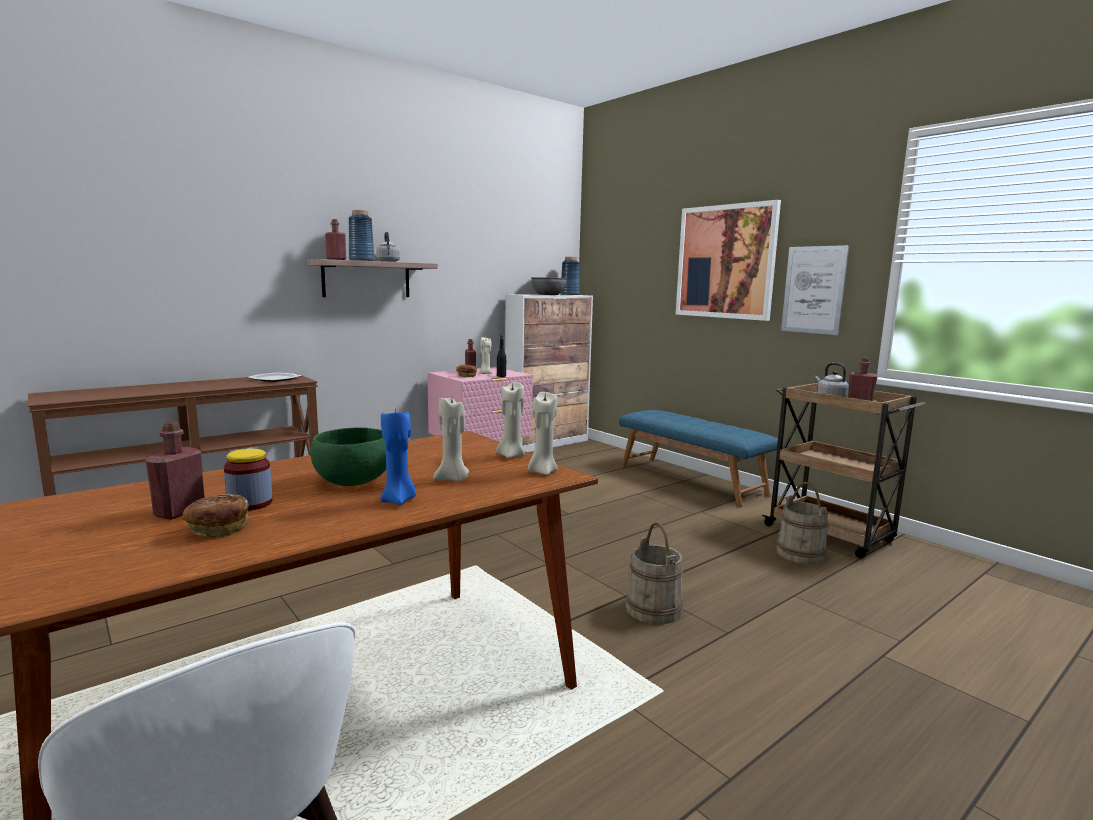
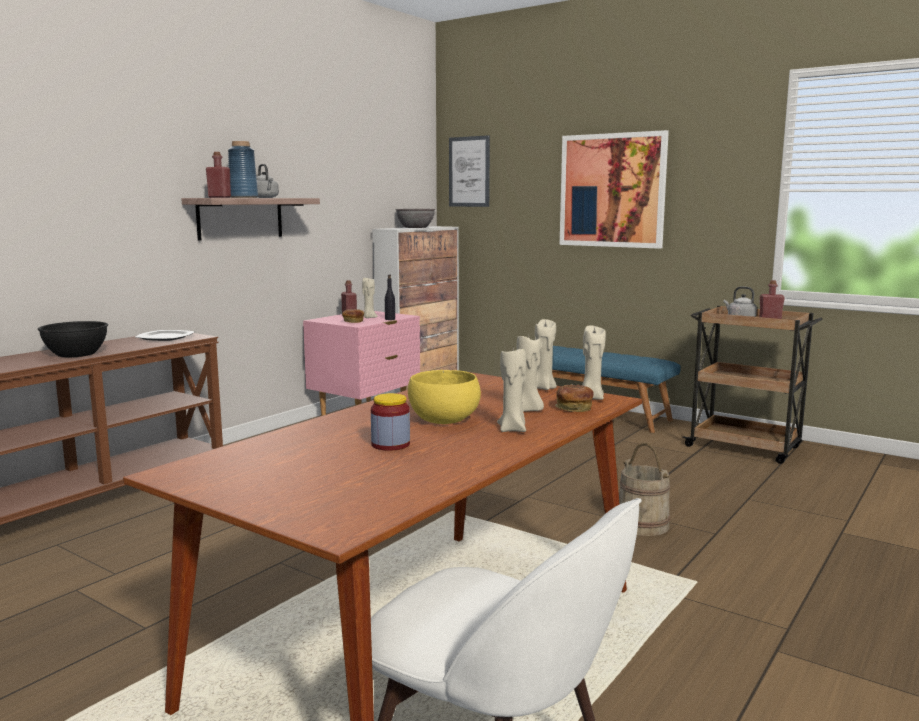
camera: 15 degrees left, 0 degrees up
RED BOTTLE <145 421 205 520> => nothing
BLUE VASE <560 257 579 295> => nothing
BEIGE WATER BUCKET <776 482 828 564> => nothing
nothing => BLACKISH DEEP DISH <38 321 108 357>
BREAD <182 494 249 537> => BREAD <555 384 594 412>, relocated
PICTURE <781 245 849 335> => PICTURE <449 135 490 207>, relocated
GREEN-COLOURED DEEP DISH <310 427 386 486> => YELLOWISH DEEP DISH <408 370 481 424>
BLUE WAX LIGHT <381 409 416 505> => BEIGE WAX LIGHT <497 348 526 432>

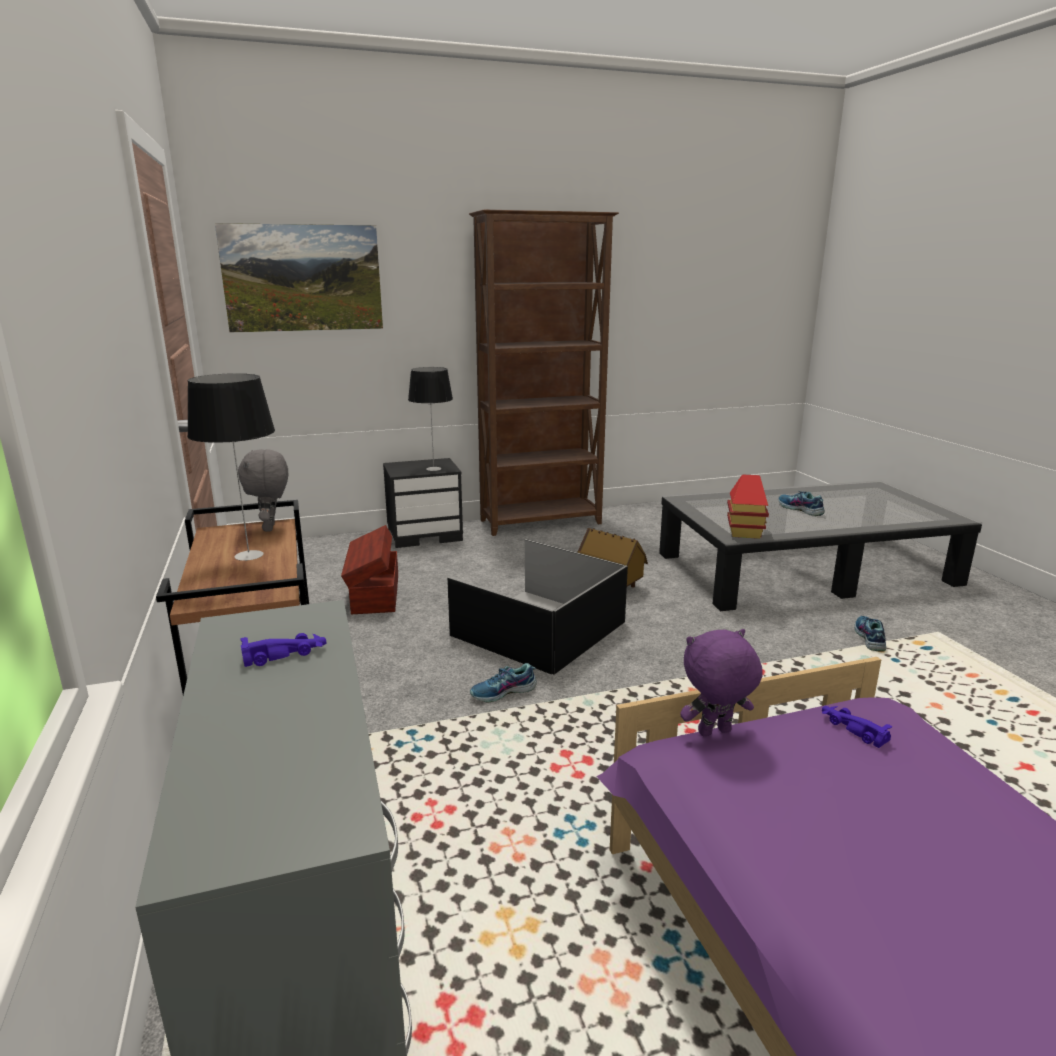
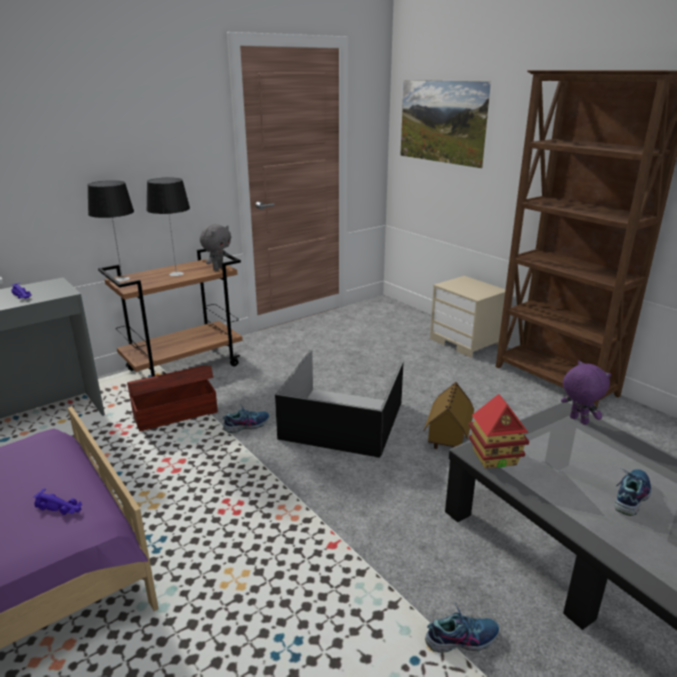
camera: 70 degrees right, 5 degrees up
BROWNISH STORAGE CONTAINER <341 525 398 614> => BROWNISH STORAGE CONTAINER <127 366 218 431>, relocated
TABLETOP LAMP <408 367 453 471> => TABLETOP LAMP <87 180 134 282>, relocated
PURPLE SOFT TOY <680 629 763 736> => PURPLE SOFT TOY <561 360 611 425>, relocated
BLACKISH NIGHTSTAND <383 458 463 548> => BEIGE NIGHTSTAND <430 276 506 358>
GRAY SOFT TOY <238 449 288 532> => GRAY SOFT TOY <200 224 231 271>, 150 degrees clockwise
SHOE <470 663 537 703> => SHOE <223 404 269 433>, 105 degrees clockwise
PURPLE MODEL CAR <822 706 892 748> => PURPLE MODEL CAR <33 488 82 515>, 75 degrees clockwise

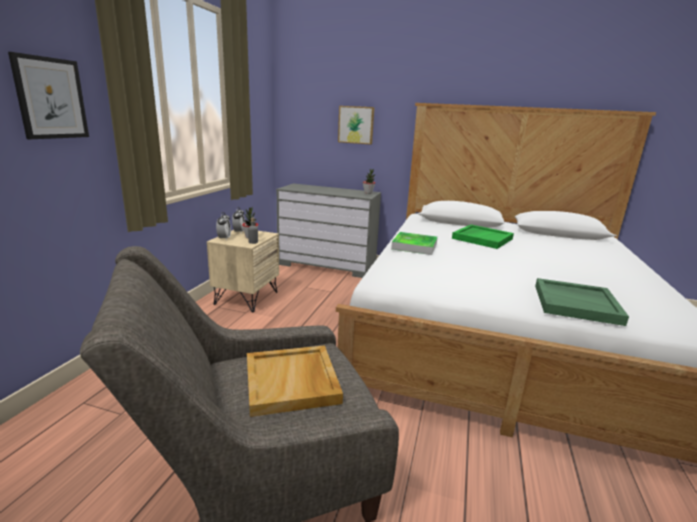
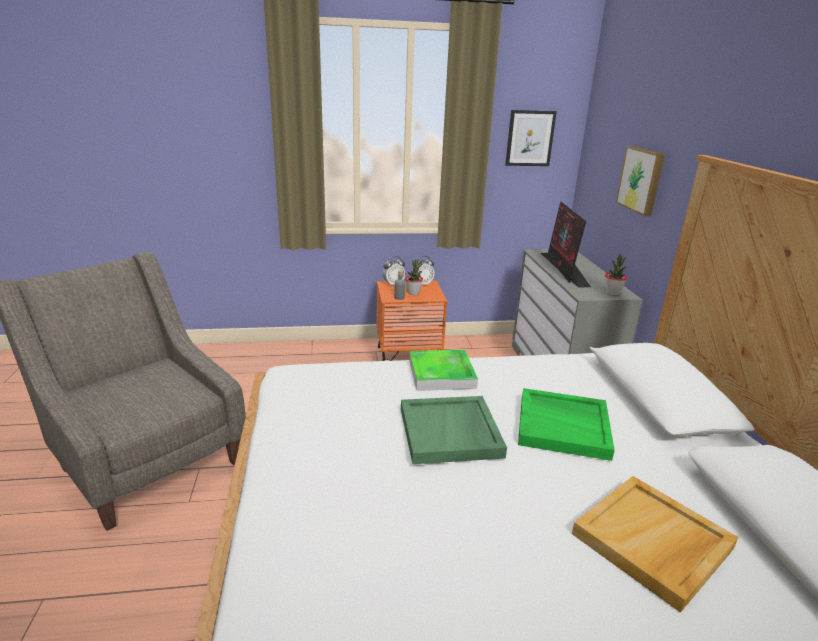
camera: 65 degrees right, 5 degrees up
nothing => COMPUTER SCREEN <541 201 591 287>
PICTURE <8 52 89 139> => PICTURE <505 110 557 166>, relocated
BEIGE SERVING TRAY <247 345 343 417> => BEIGE SERVING TRAY <572 476 738 613>, relocated
GREEN-COLOURED SERVING TRAY <535 278 629 326> => GREEN-COLOURED SERVING TRAY <401 396 507 464>, relocated
BEIGE NIGHTSTAND <207 230 279 312> => ORANGE NIGHTSTAND <376 280 447 361>

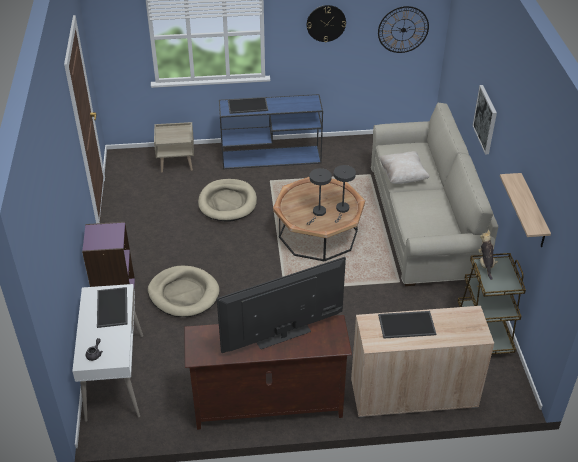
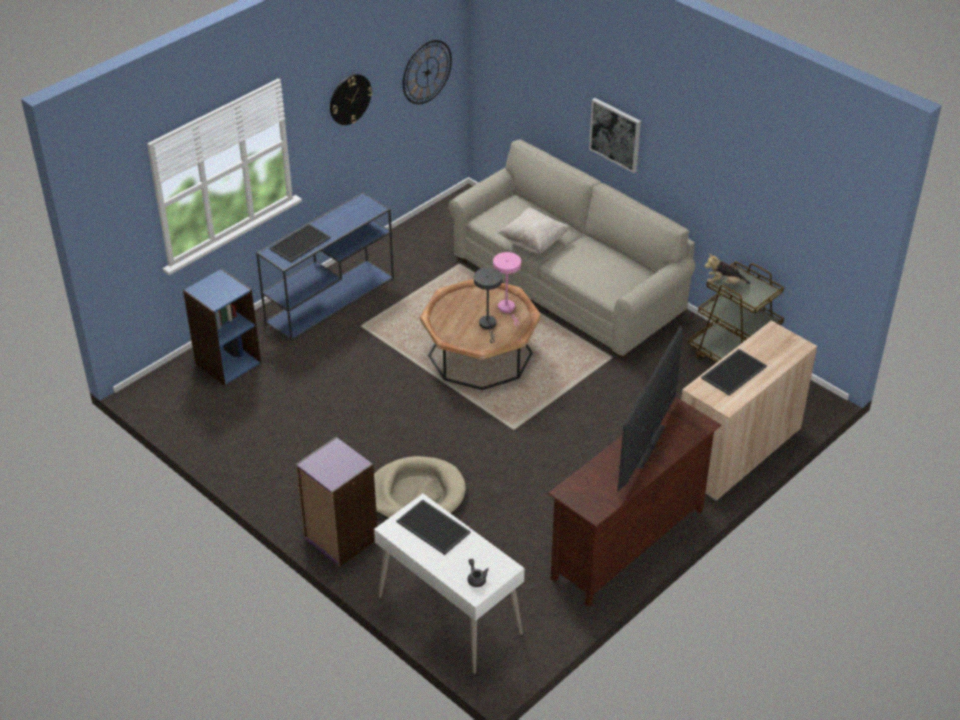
camera: 40 degrees left, 0 degrees up
BEIGE DOG CUSHION <198 179 257 222> => nothing
SHELF <500 173 551 247> => nothing
BEIGE NIGHTSTAND <154 122 194 173> => BLUE SHELVING UNIT <183 268 261 386>
GRAY TABLETOP LAMP <334 165 356 223> => PINK-COLOURED TABLETOP LAMP <493 252 521 326>
SOFT TOY <478 230 498 280> => SOFT TOY <705 253 750 284>, 45 degrees counterclockwise

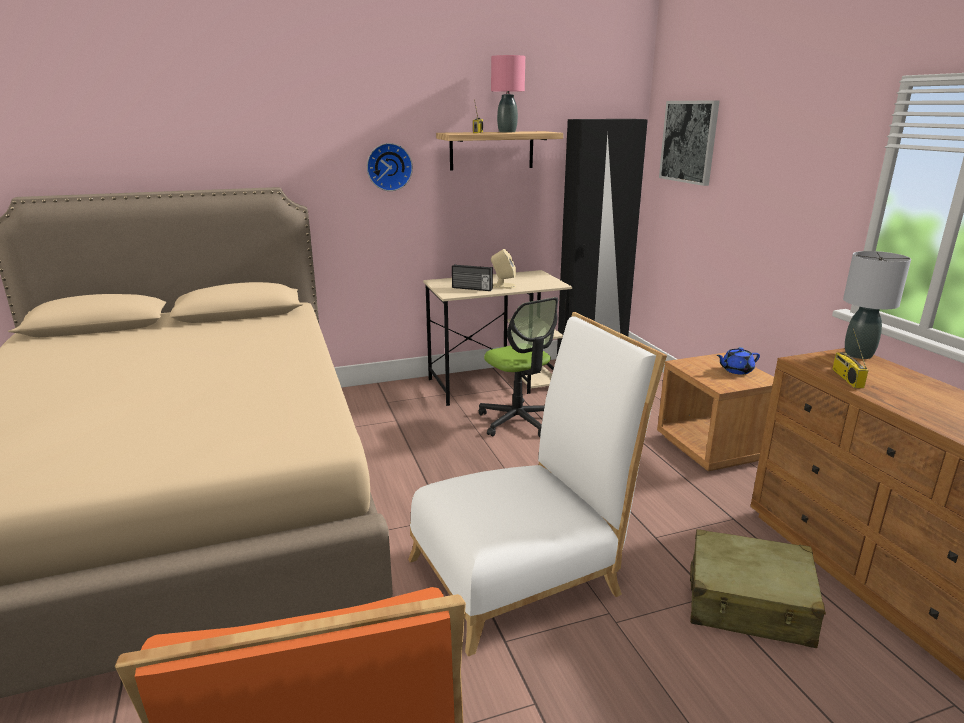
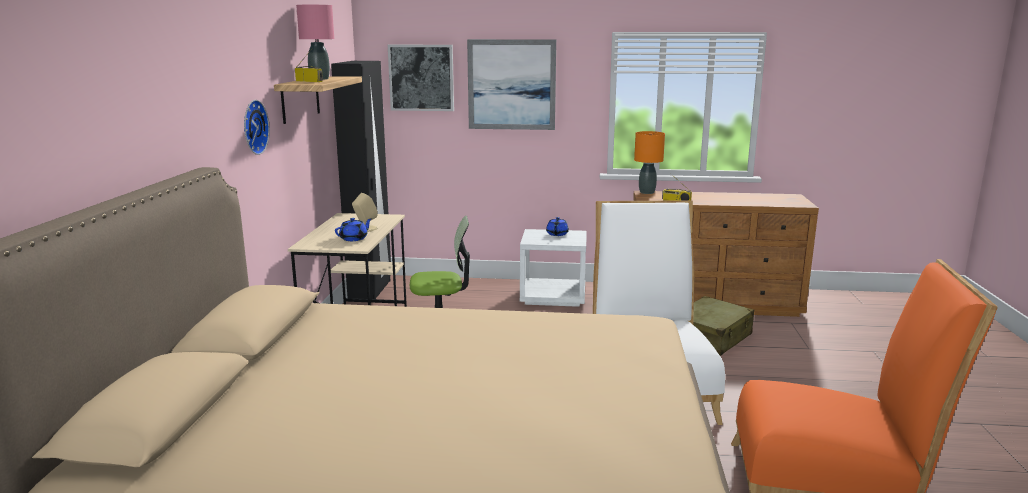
camera: 65 degrees left, 5 degrees down
nothing => PICTURE <467 39 556 130>
RADIO SET <452 264 493 291> => BLUE POT FOR TEA <335 218 372 241>
BROWNISH NIGHTSTAND <657 353 774 471> => WHITE-COLOURED NIGHTSTAND <520 229 587 307>
GRAY TABLETOP LAMP <843 251 911 359> => ORANGE TABLETOP LAMP <634 131 665 194>

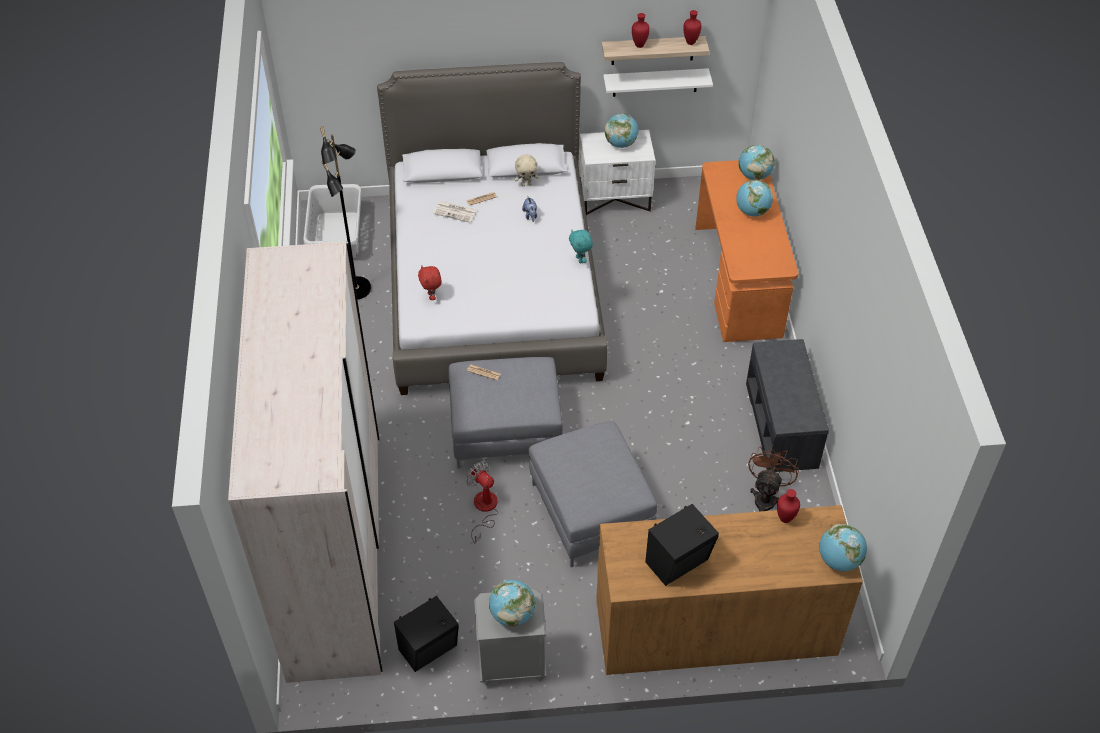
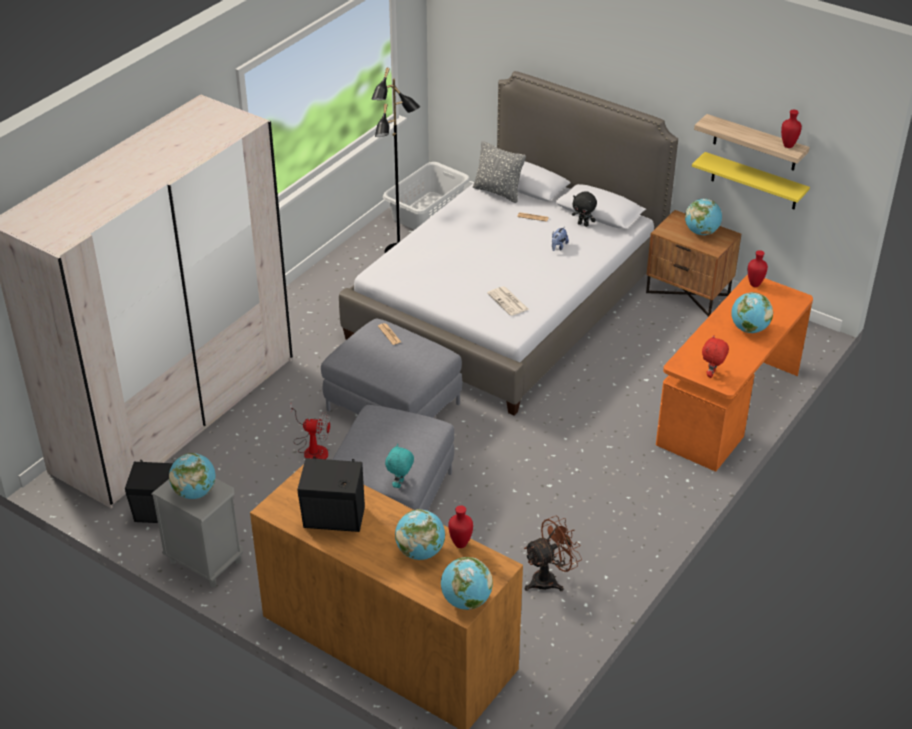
camera: 40 degrees right, 10 degrees down
GRAY BENCH <746 339 829 472> => nothing
nothing => GRAY PILLOW <473 141 526 203>
RED SOFT TOY <418 265 442 300> => RED SOFT TOY <702 335 729 378>, relocated
DAILY PAPER <433 201 477 223> => DAILY PAPER <487 286 529 316>, relocated
TURQUOISE SOFT TOY <569 230 593 263> => TURQUOISE SOFT TOY <385 444 414 488>, relocated
RED VASE <632 13 650 48> => RED VASE <748 250 768 287>, relocated
DESK GLOBE <738 145 775 180> => DESK GLOBE <395 509 445 560>, relocated
BEIGE SOFT TOY <514 154 539 186> => BLACKISH SOFT TOY <572 191 597 227>
WHITE-COLOURED NIGHTSTAND <579 130 655 215> => BROWNISH NIGHTSTAND <646 210 741 317>
WHITE-COLOURED SHELF <603 68 713 97> => YELLOWISH SHELF <692 152 810 209>
ELECTRIC FAN <466 461 498 543> => ELECTRIC FAN <290 403 331 459>, 105 degrees clockwise

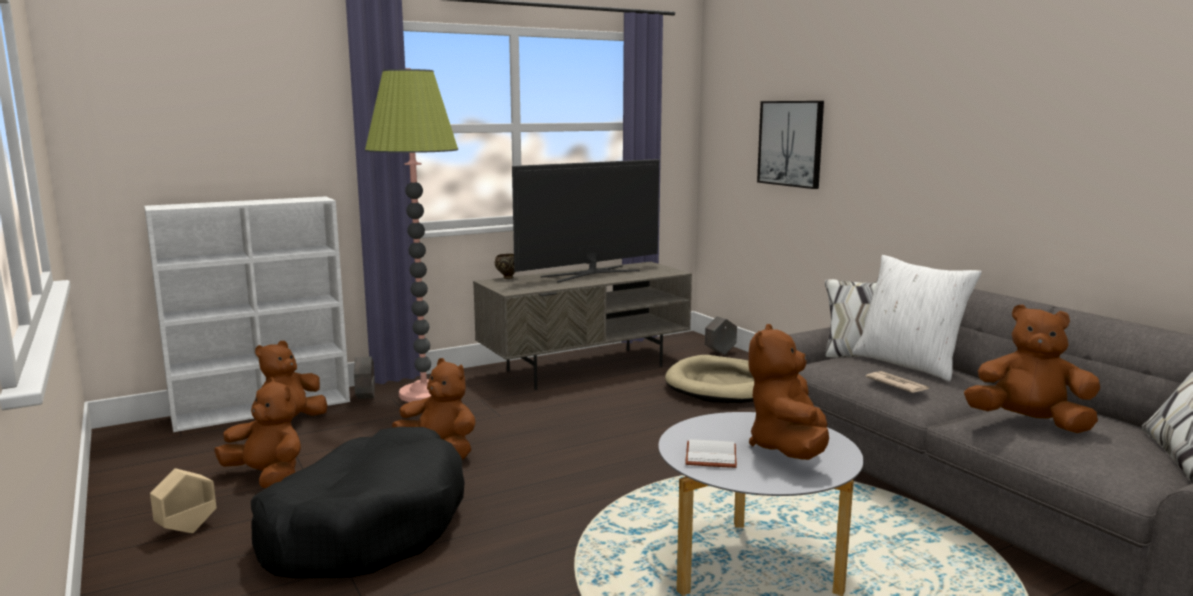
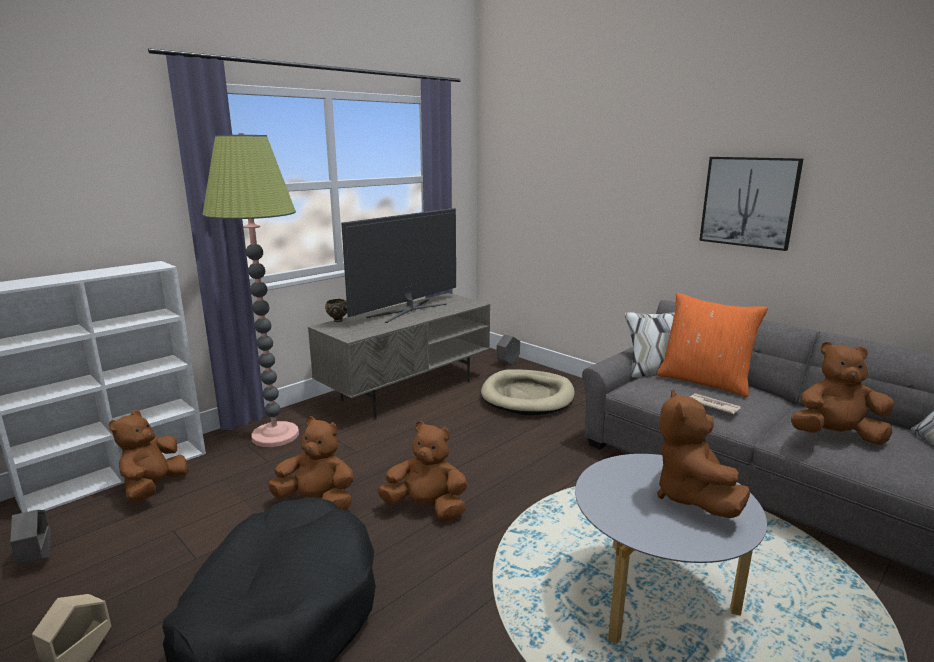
camera: 15 degrees left, 5 degrees up
WHITE-COLOURED BOOK <685 439 737 468> => nothing
BROWNISH SOFT TOY <214 378 301 488> => BROWNISH SOFT TOY <377 421 468 521>, relocated
GRAY PLANTER <354 356 375 399> => GRAY PLANTER <10 510 51 565>, relocated
PICTURE <757 101 824 189> => PICTURE <699 157 803 251>, relocated
WHITE-COLOURED PILLOW <852 255 982 382> => ORANGE PILLOW <656 293 768 397>

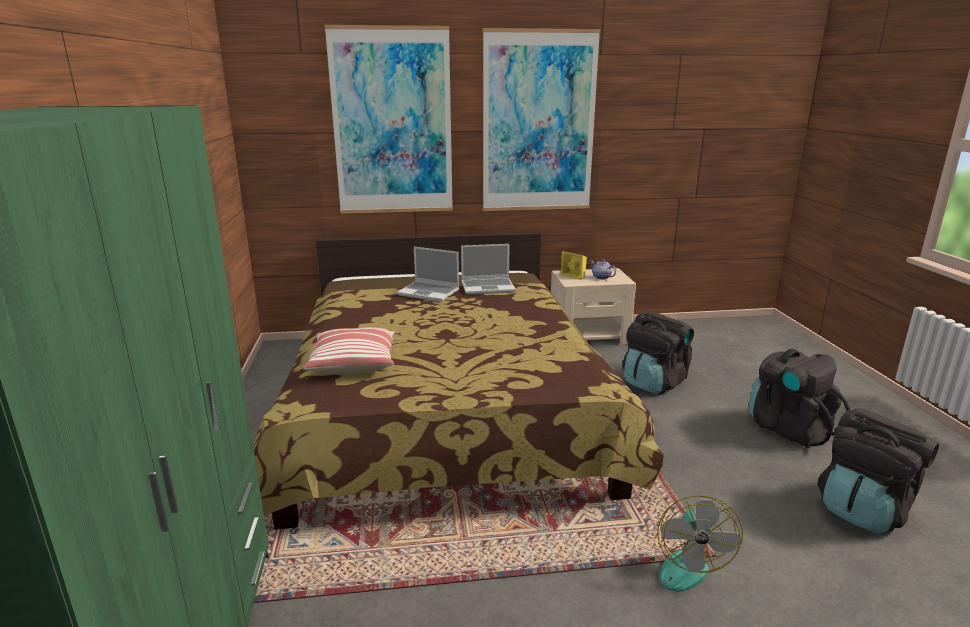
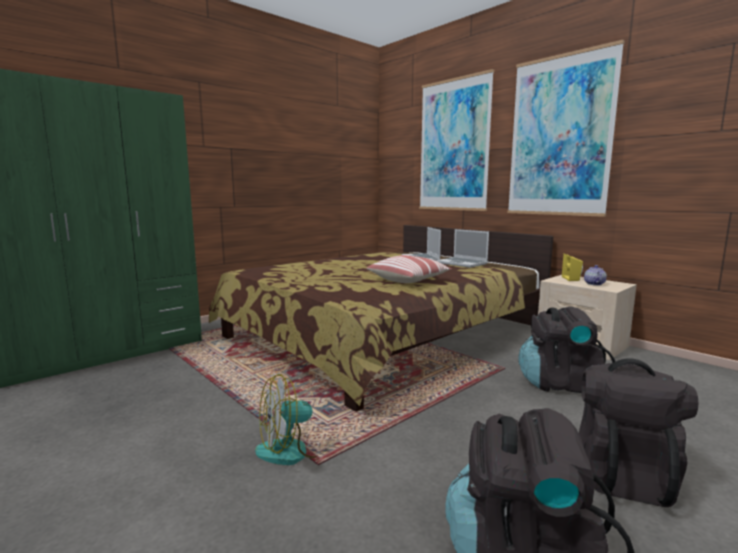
camera: 55 degrees right, 10 degrees down
PILLOW <303 327 395 375> => PILLOW <366 255 452 283>, relocated

